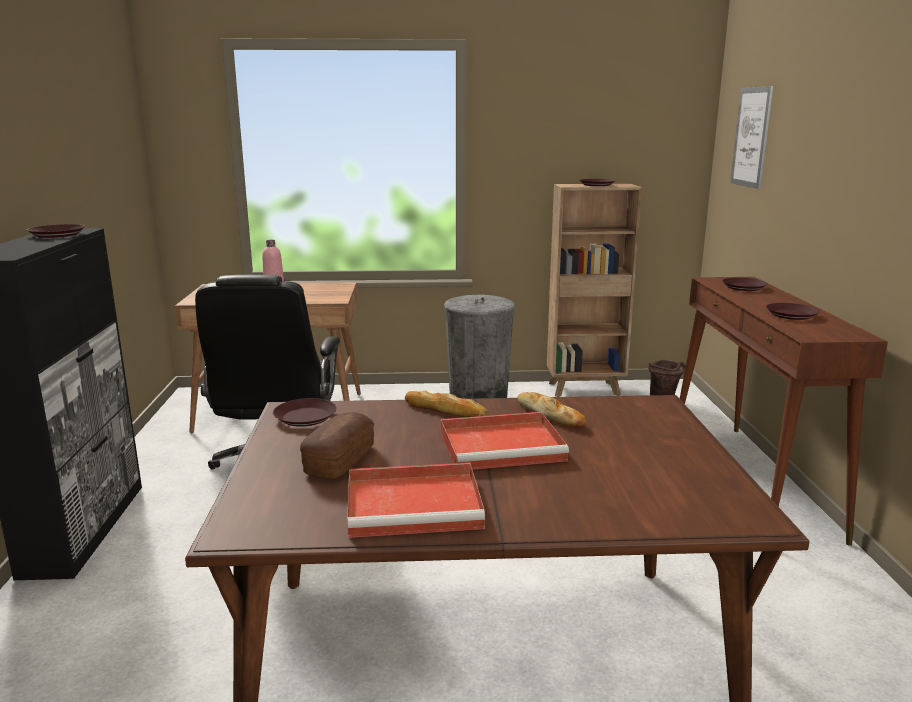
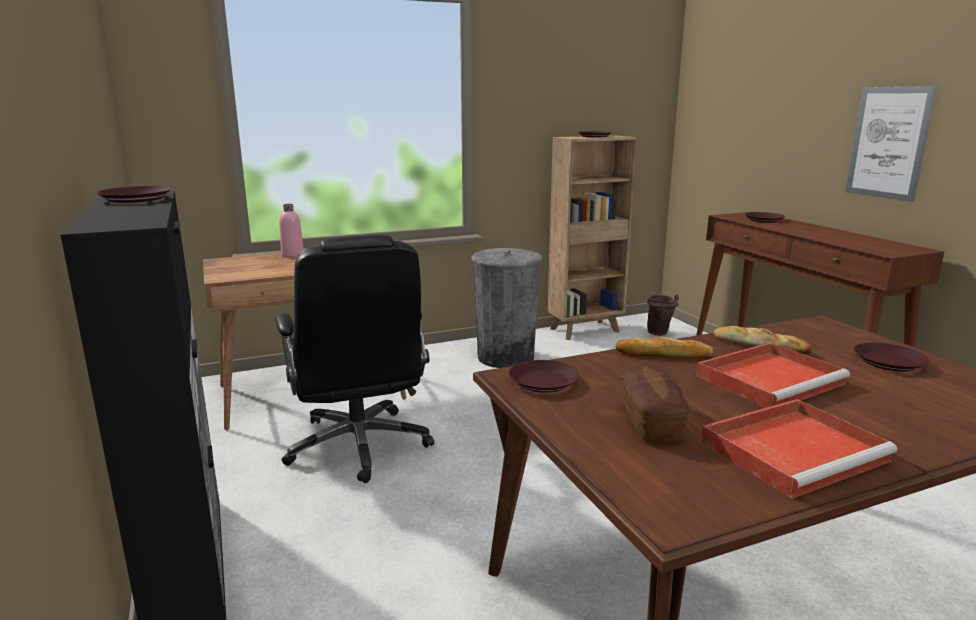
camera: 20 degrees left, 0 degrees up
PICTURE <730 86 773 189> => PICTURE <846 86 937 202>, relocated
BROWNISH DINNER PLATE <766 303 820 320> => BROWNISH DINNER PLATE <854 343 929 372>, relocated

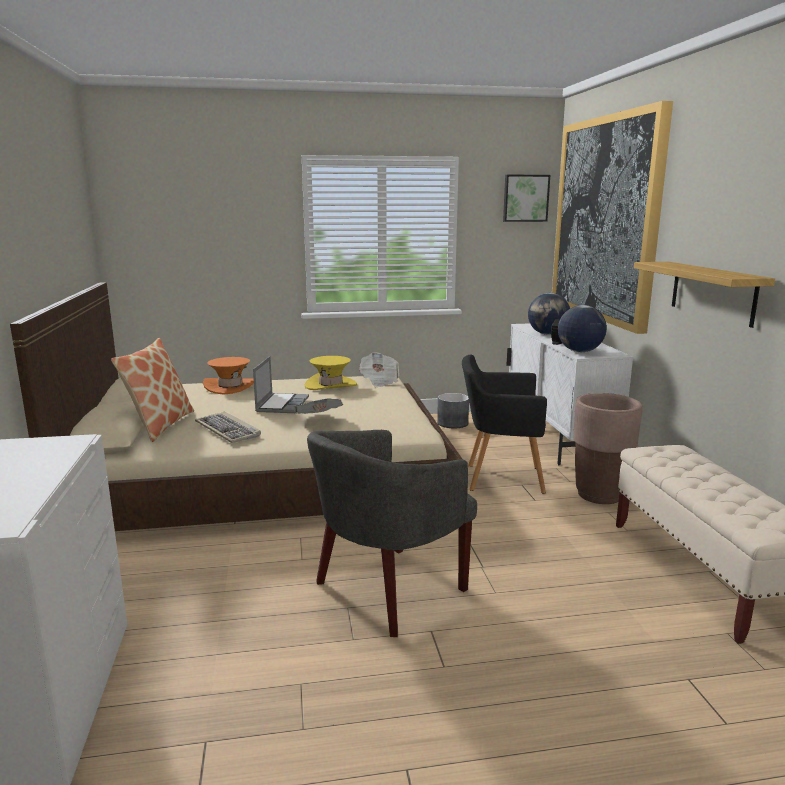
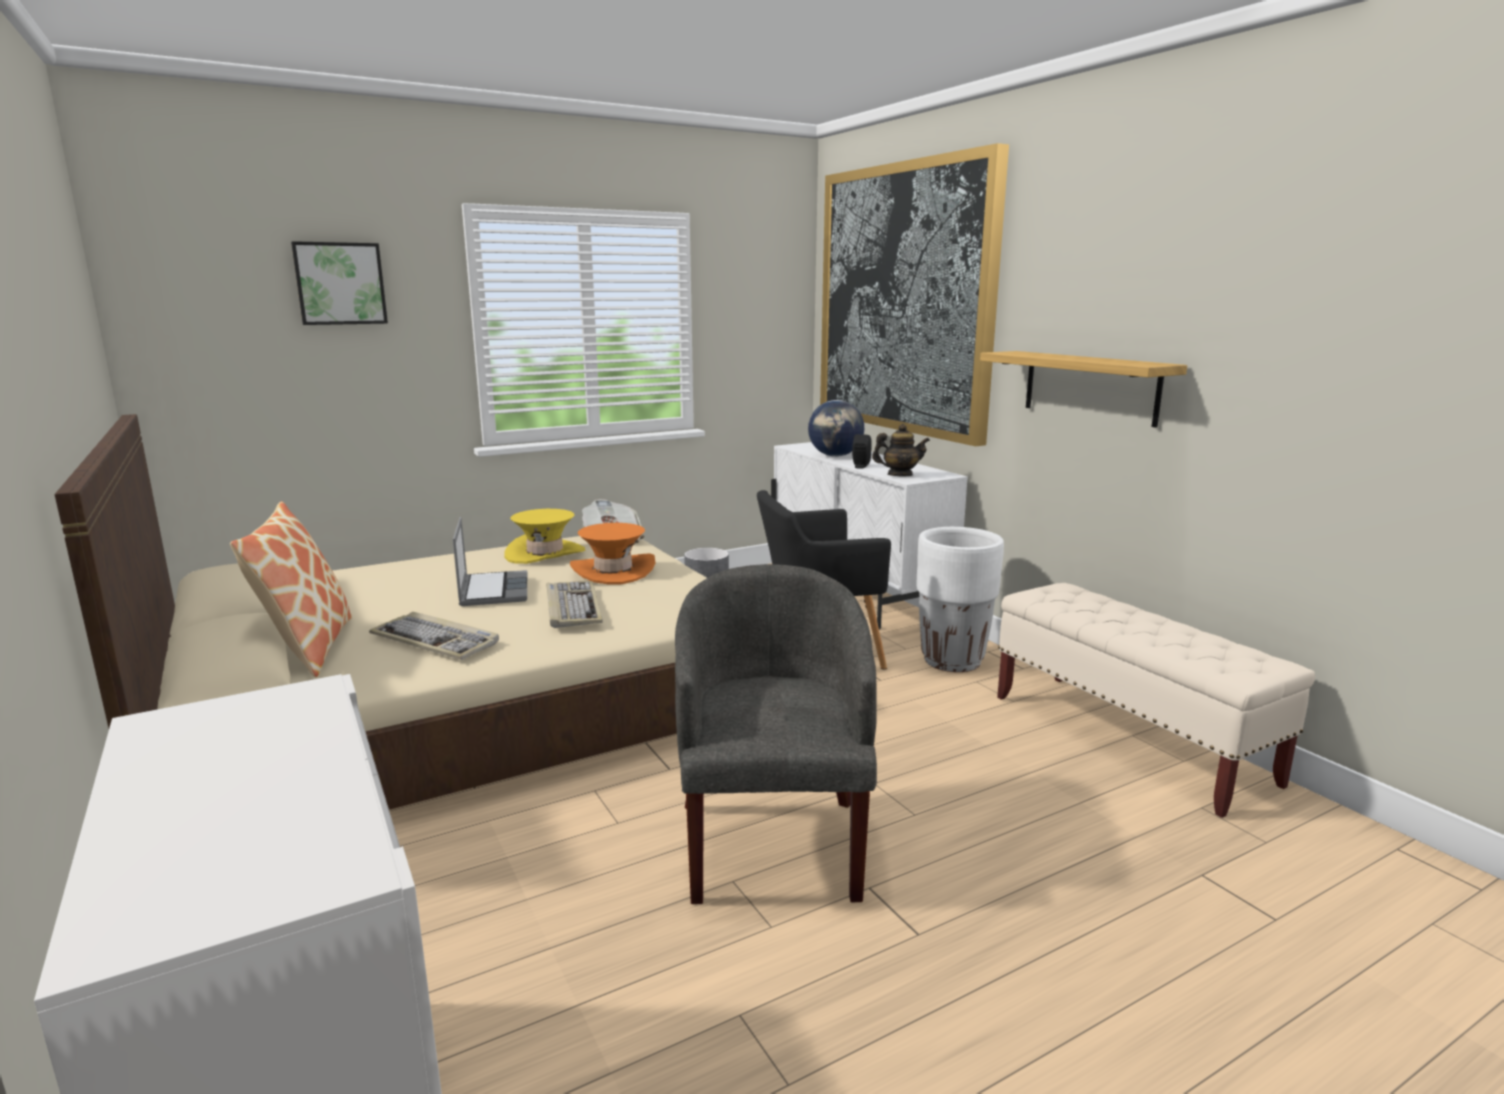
camera: 20 degrees left, 0 degrees up
ORANGE WEARABLE HAT <203 357 254 395> => ORANGE WEARABLE HAT <570 523 656 585>, relocated
PICTURE <503 175 550 222> => PICTURE <291 241 388 325>, relocated
DAILY PAPER <294 399 344 414> => COMPUTER KEYBOARD <546 581 603 628>
DESK GLOBE <558 305 607 352> => POT FOR TEA <872 424 930 476>
BROWNISH PLANTER <573 393 642 504> => WHITE-COLOURED PLANTER <916 527 1004 672>
GRAY EASY CHAIR <307 430 477 637> => GRAY EASY CHAIR <675 564 877 904>, 150 degrees clockwise

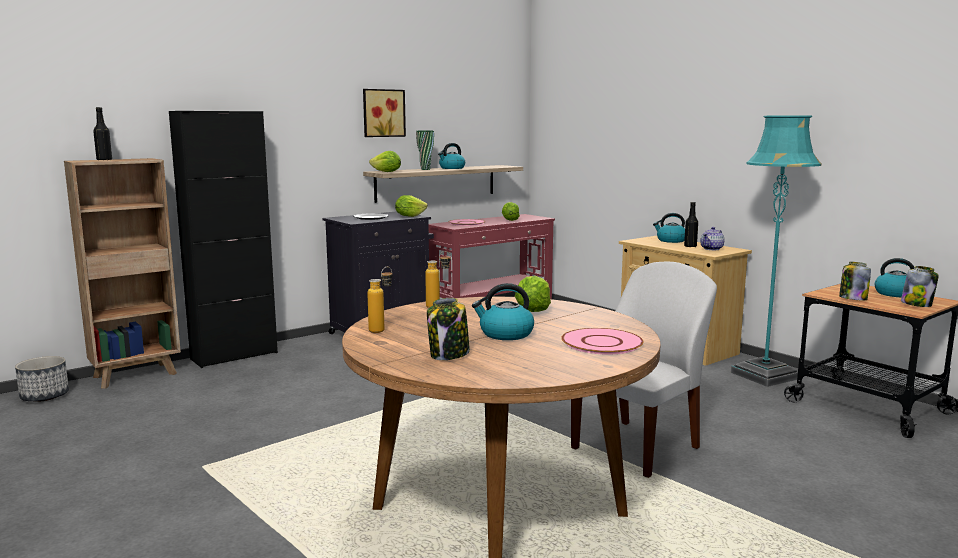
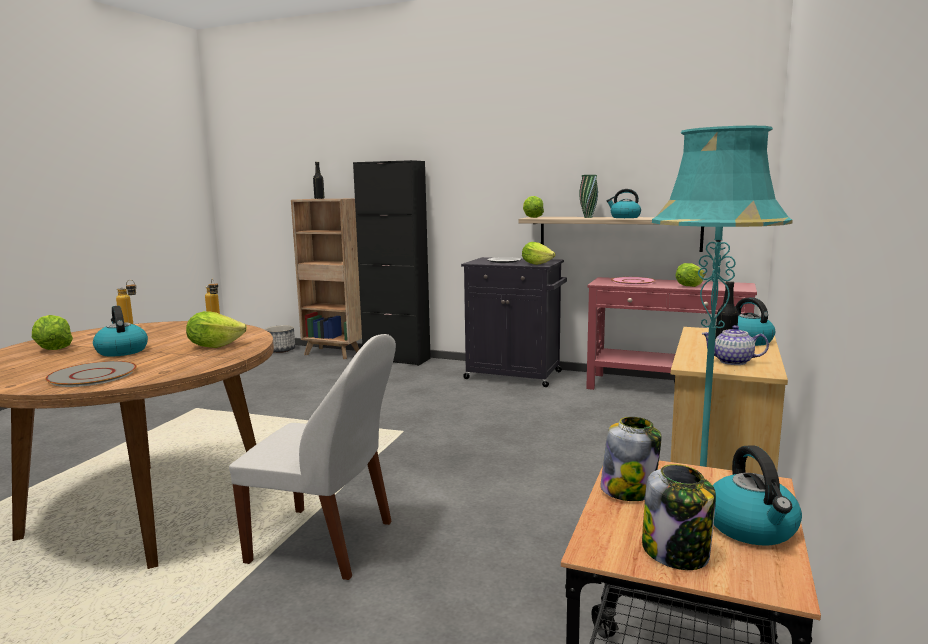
camera: 60 degrees right, 0 degrees up
PICTURE <363 89 406 137> => nothing
STORAGE JAR <427 298 470 360> => LETTUCE <32 315 73 350>
PINK-COLOURED DINNER PLATE <561 328 643 355> => GRAY DINNER PLATE <45 361 137 387>

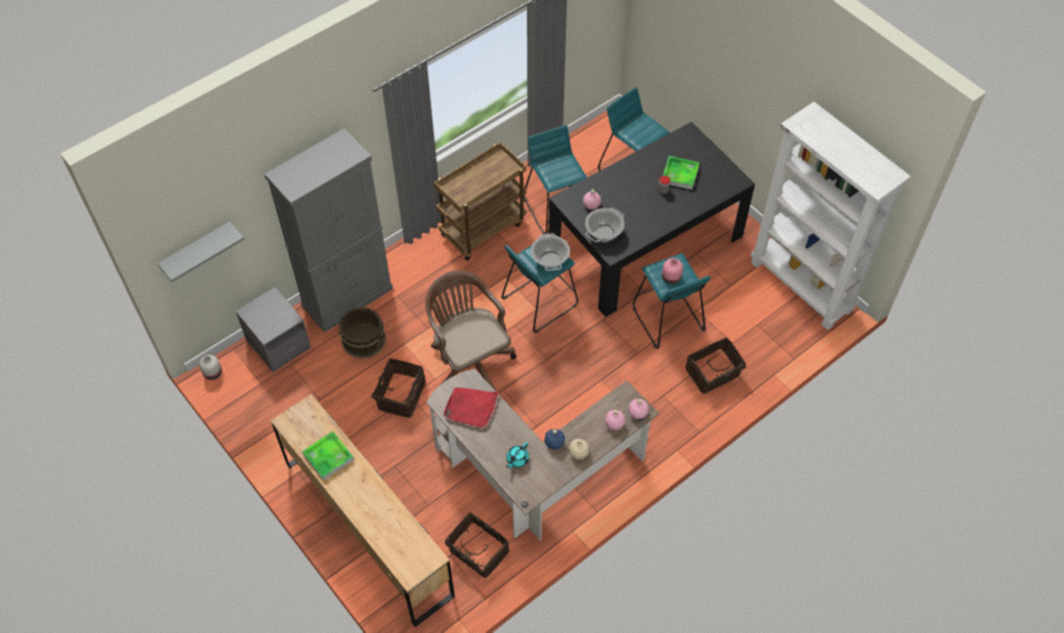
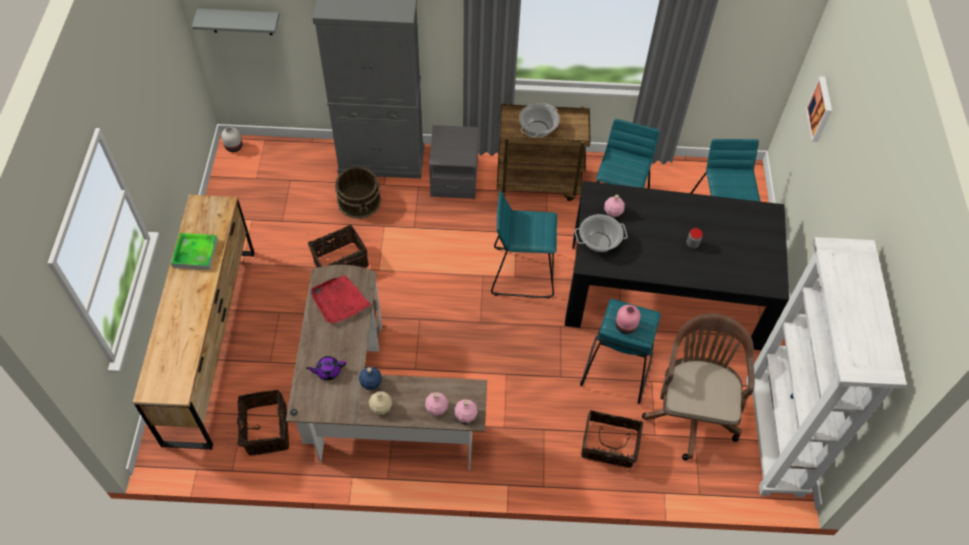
camera: 40 degrees right, 0 degrees up
SERVING TRAY <663 156 700 190> => nothing
nothing => PICTURE <806 76 832 142>
GRAY NIGHTSTAND <236 287 311 372> => GRAY NIGHTSTAND <429 125 479 199>, relocated
BROWNISH DESK CHAIR <425 270 516 391> => BROWNISH DESK CHAIR <642 313 755 460>, relocated
COOKING POT <531 233 570 271> => COOKING POT <519 103 560 138>, relocated
TURQUOISE POT FOR TEA <506 442 529 468> => PURPLE POT FOR TEA <306 356 346 380>

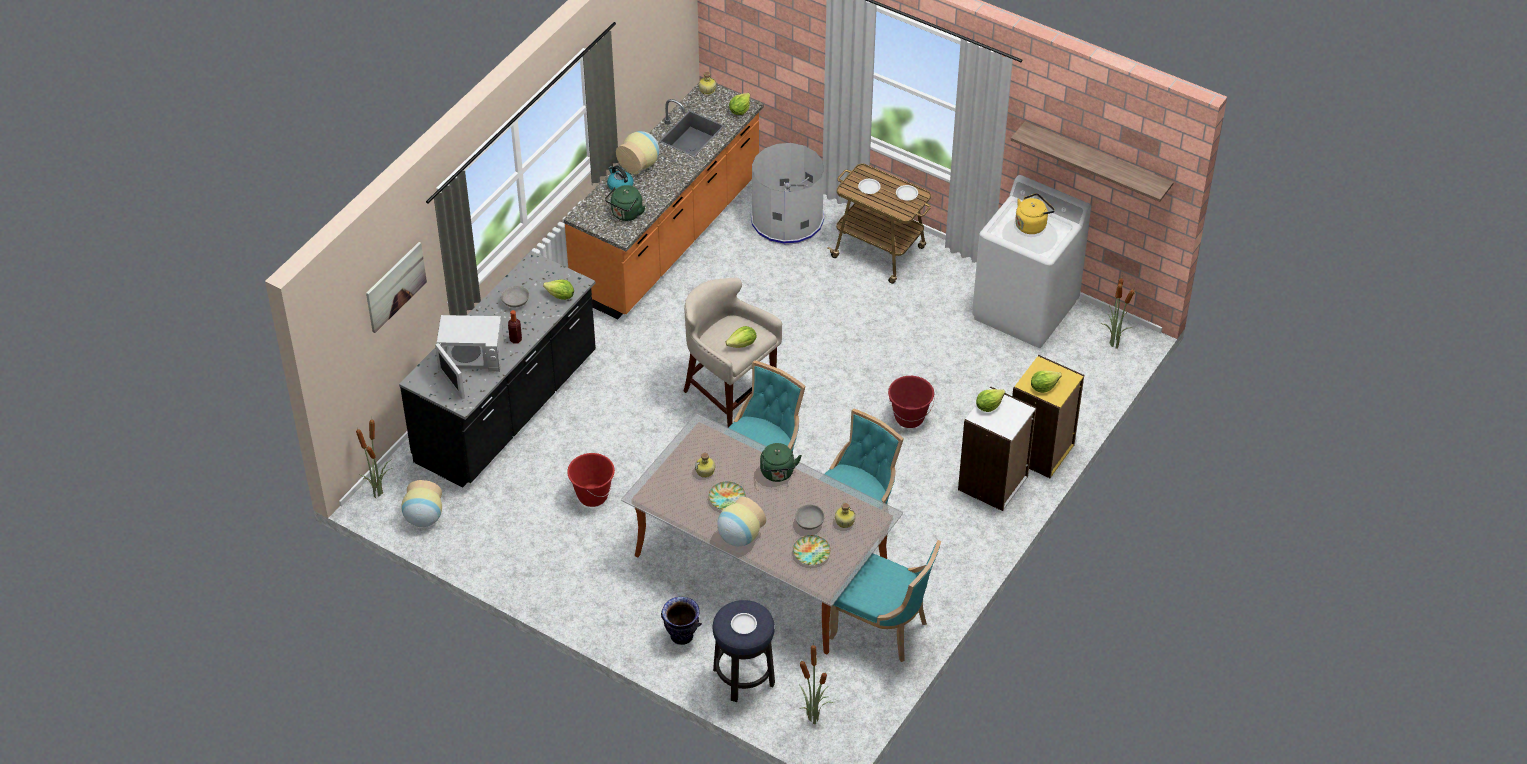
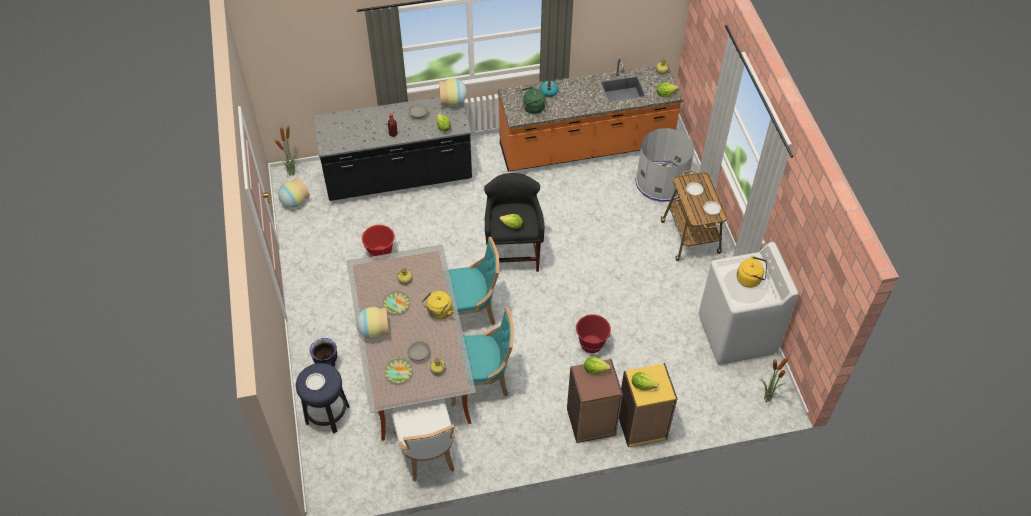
camera: 45 degrees right, 5 degrees up
PICTURE <366 242 427 333> => nothing
WHITE-COLOURED MICROWAVE <435 315 504 399> => nothing
PLANT IN A POT <799 644 834 724> => nothing
SHELF <1011 122 1173 202> => nothing
VASE <616 131 659 174> => VASE <439 78 467 106>, relocated
BEIGE SITTING STOOL <683 278 782 428> => BLACKISH SITTING STOOL <484 173 545 272>
GREEN-COLOURED WATER KETTLE <760 443 802 482> => YELLOWISH WATER KETTLE <421 291 453 320>
TURQUOISE PLAIN CHAIR <829 540 941 662> => WHITE-COLOURED PLAIN CHAIR <391 399 455 482>
WHITE-COLOURED SHELVING UNIT <958 386 1037 511> => BROWNISH SHELVING UNIT <567 359 623 443>

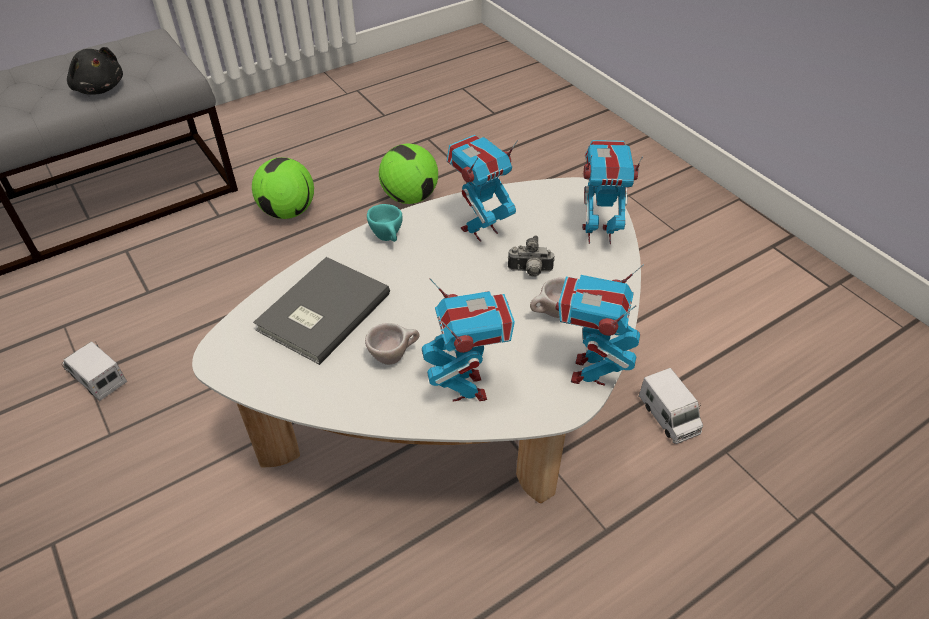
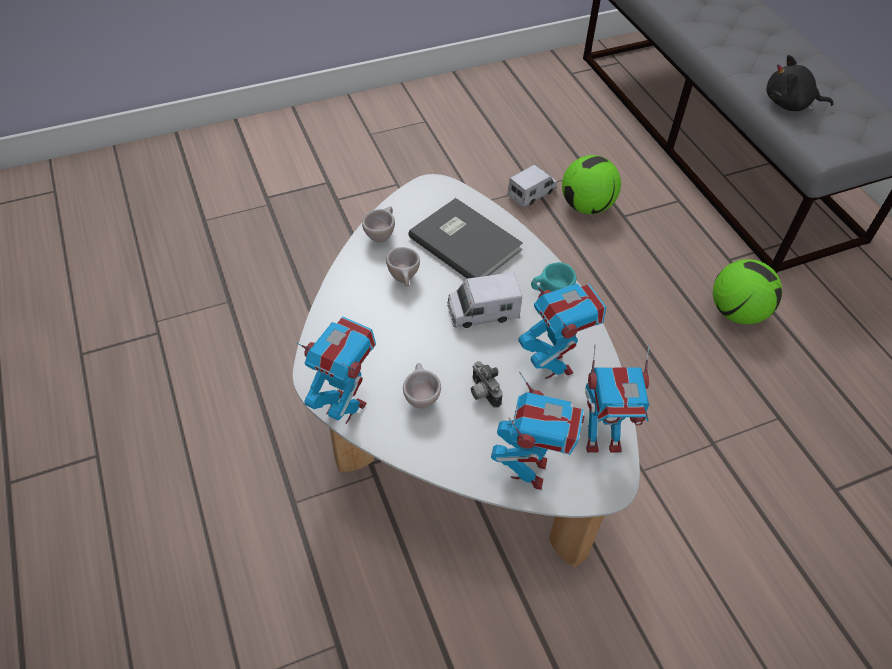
camera: 100 degrees right, 5 degrees up
nothing => BEIGE SMALL CUP <362 206 395 243>
BALL FOR FOOTBALL <379 144 438 204> => BALL FOR FOOTBALL <562 155 621 214>, relocated
MODEL ROBOT <422 278 515 401> => MODEL ROBOT <585 344 650 453>, relocated
TOY TRUCK <638 368 703 444> => TOY TRUCK <447 272 522 328>, relocated
BLACKISH SOFT TOY <67 47 123 95> => BLACKISH SOFT TOY <766 55 833 111>, 45 degrees clockwise
PHOTO CAMERA <508 235 555 277> => PHOTO CAMERA <471 361 503 408>, 45 degrees counterclockwise

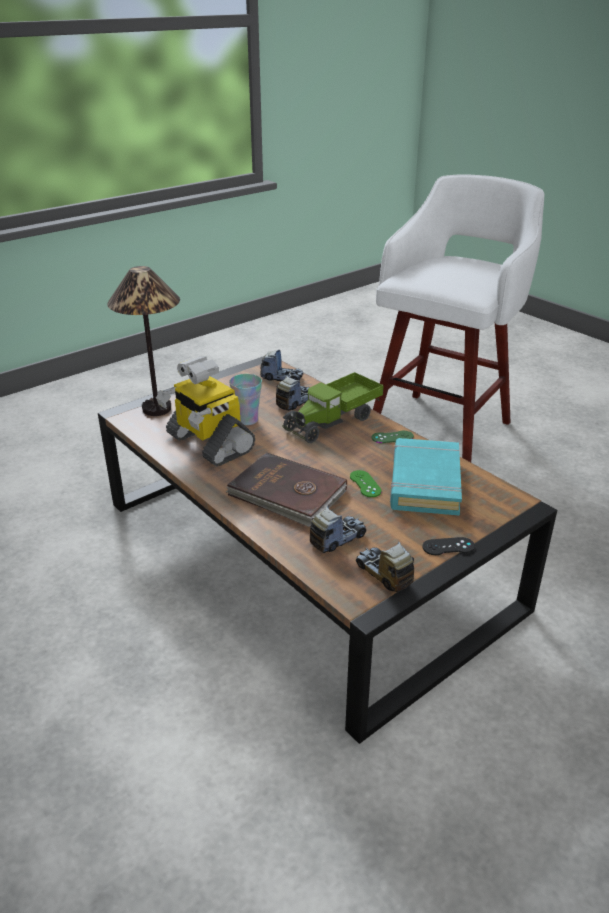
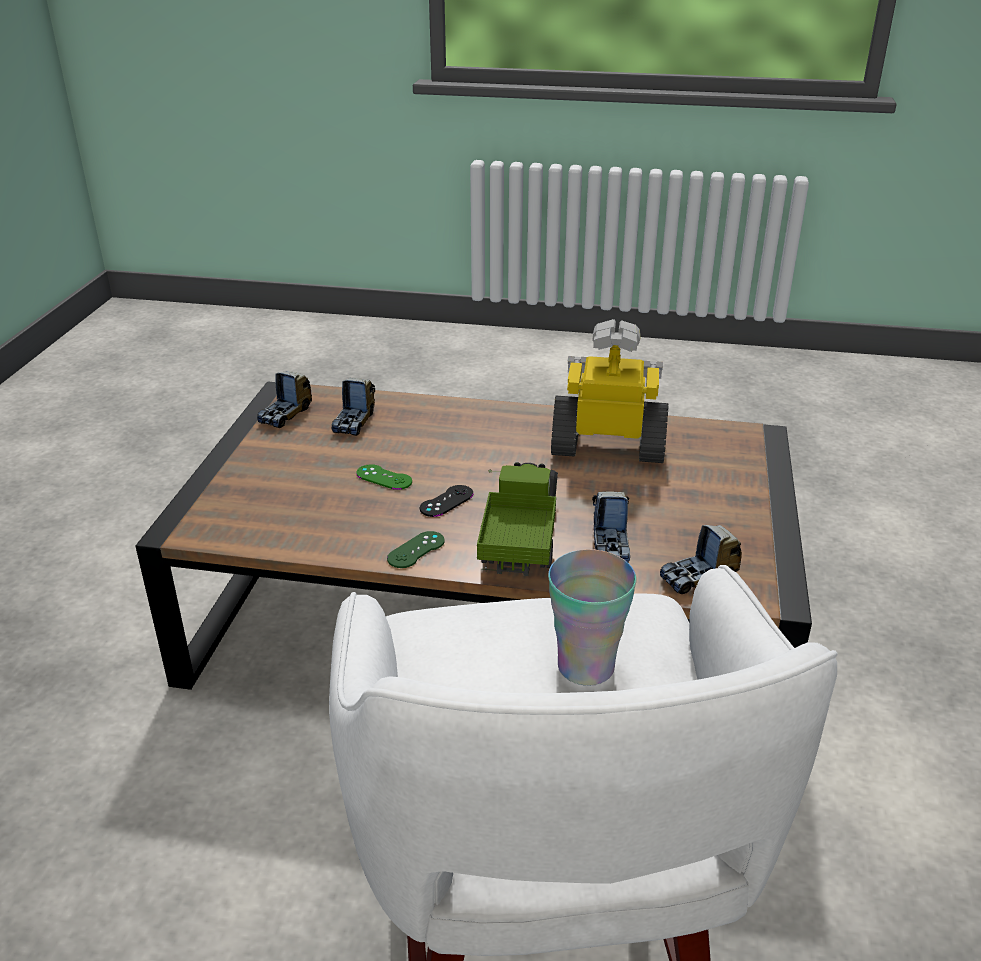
camera: 140 degrees right, 0 degrees up
TABLETOP LAMP <107 266 180 416> => nothing
BROWNISH BOOK <226 452 347 527> => nothing
TURQUOISE BOOK <390 438 462 516> => nothing
SMALL CUP <229 374 262 425> => SMALL CUP <548 549 637 686>, relocated
BLACKISH GAME CONTROLLER <422 537 475 555> => BLACKISH GAME CONTROLLER <420 485 474 517>, relocated
TOY TRUCK <356 541 414 592> => TOY TRUCK <257 371 312 428>, 105 degrees clockwise

